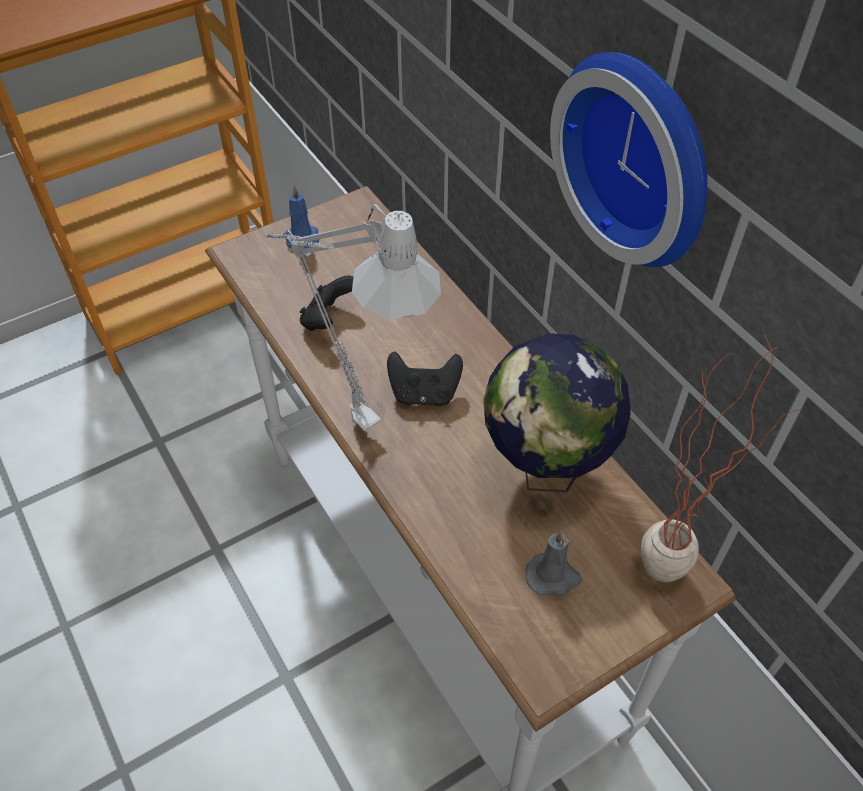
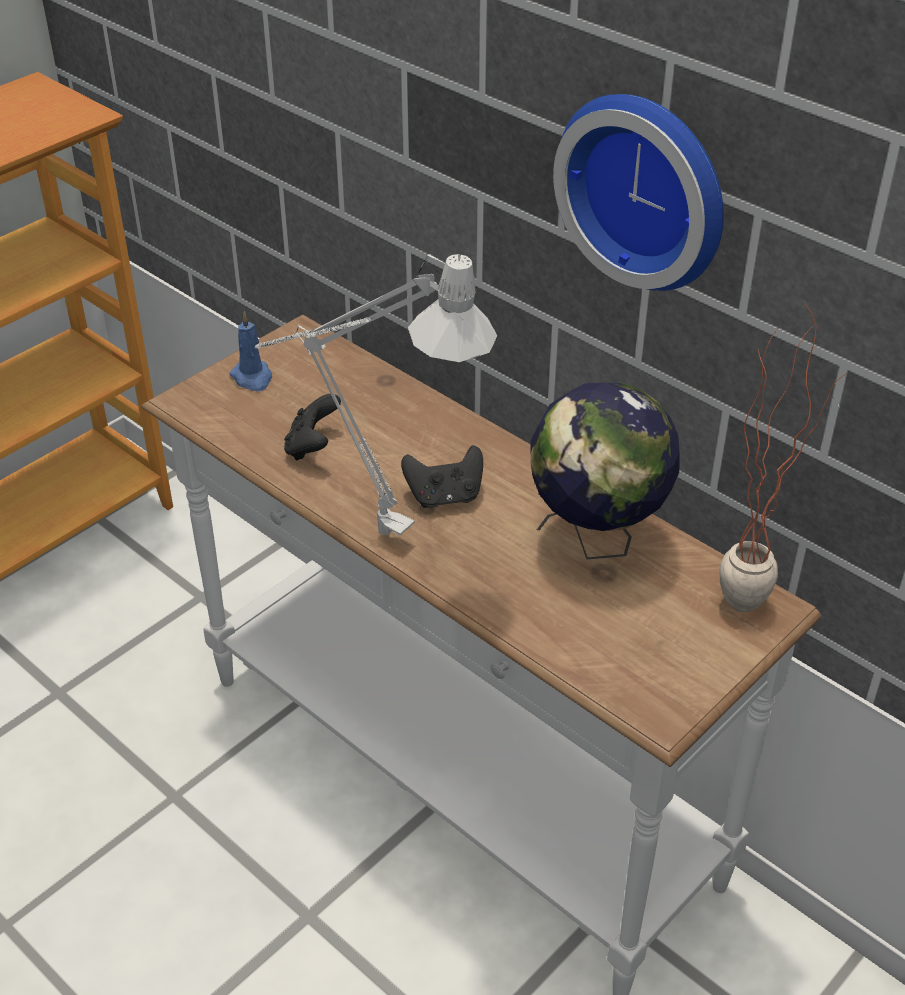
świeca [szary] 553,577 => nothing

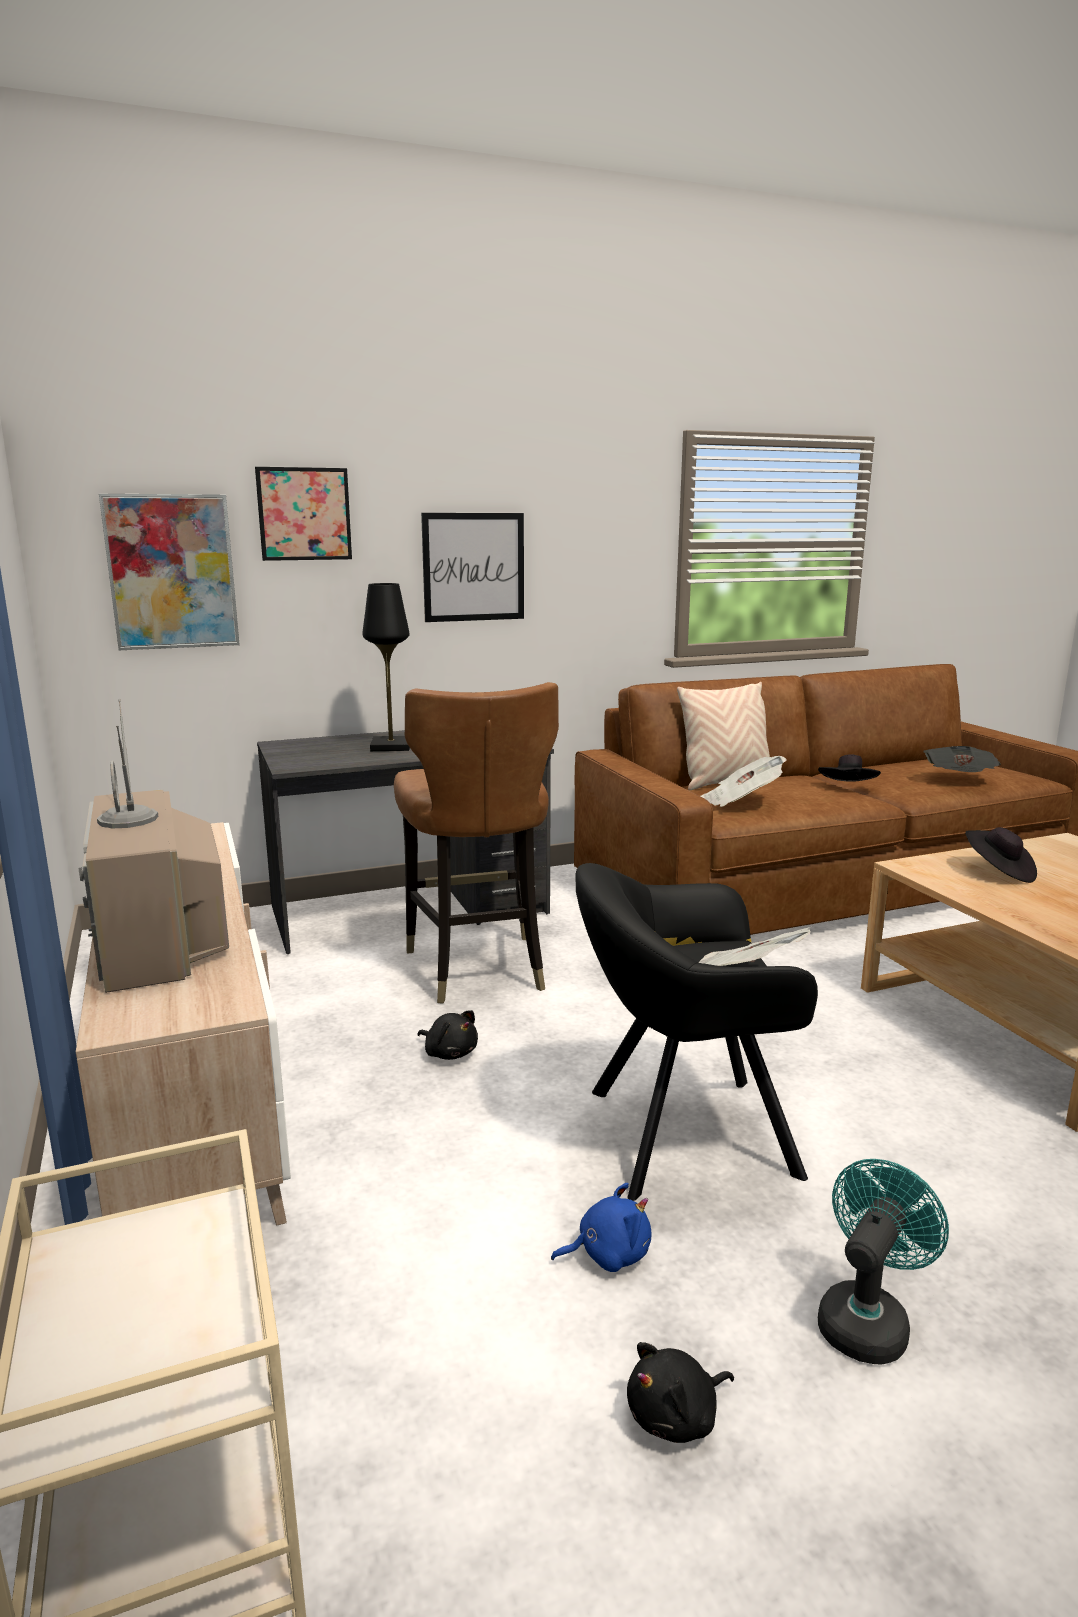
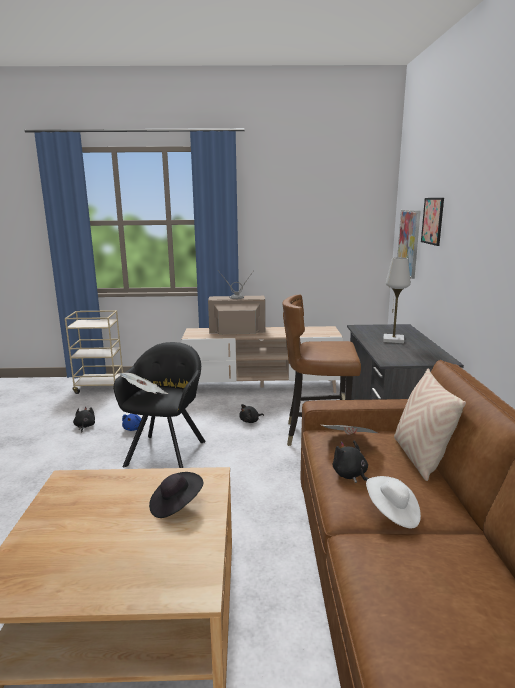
lampa stołowa [czarny] 391,746 => lampa stołowa [biały] 393,340
obraz 473,567 => nothing
kapelusz [czarny] 848,788 => kapelusz [biały] 392,513
wentylator [turkusowy] 867,1319 => nothing
gazeta 959,779 => nothing
nothing => pluszak [czarny] 351,475

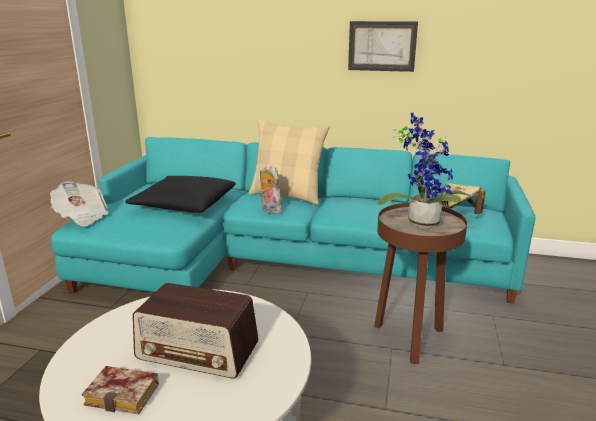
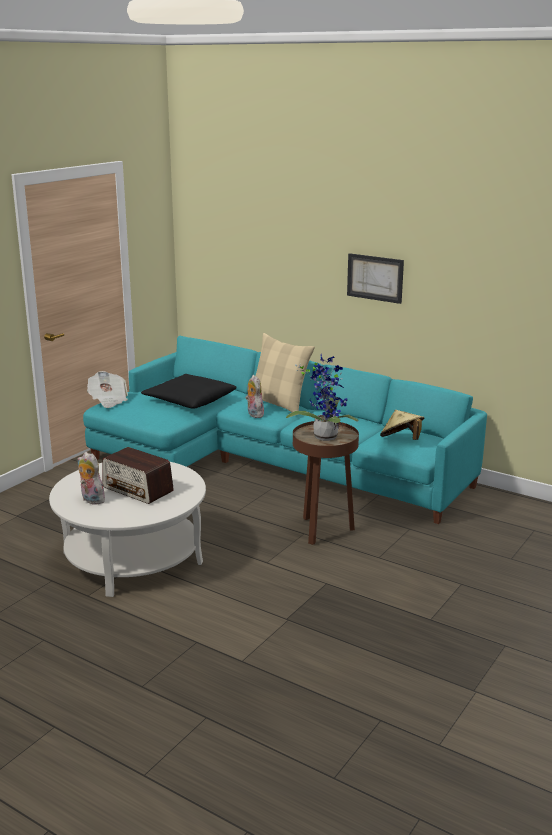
książka 126,394 => pluszak 91,500

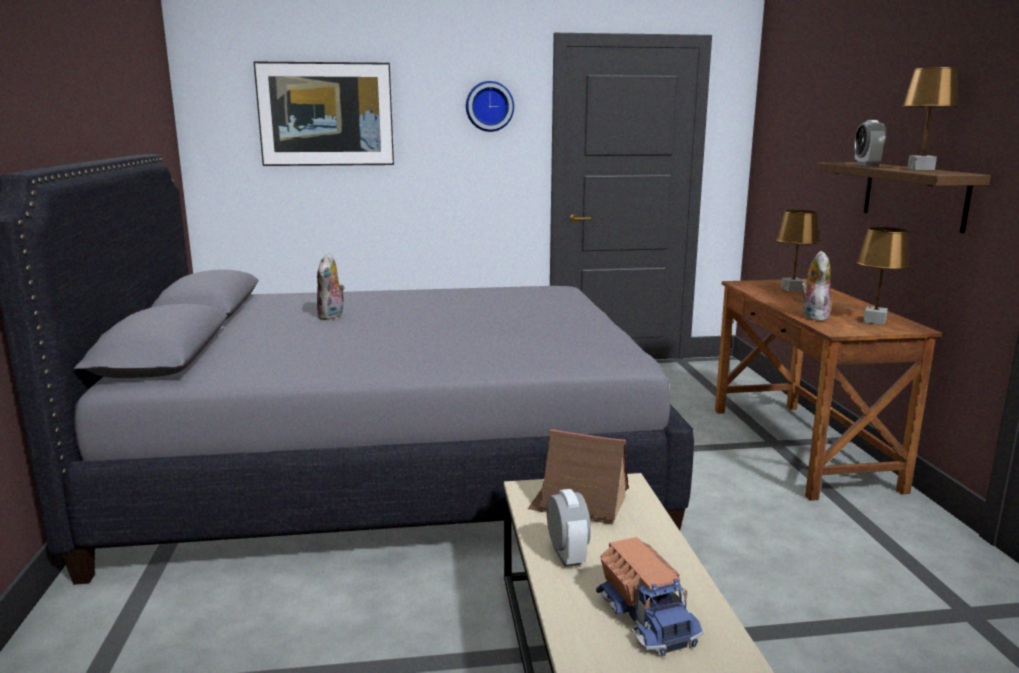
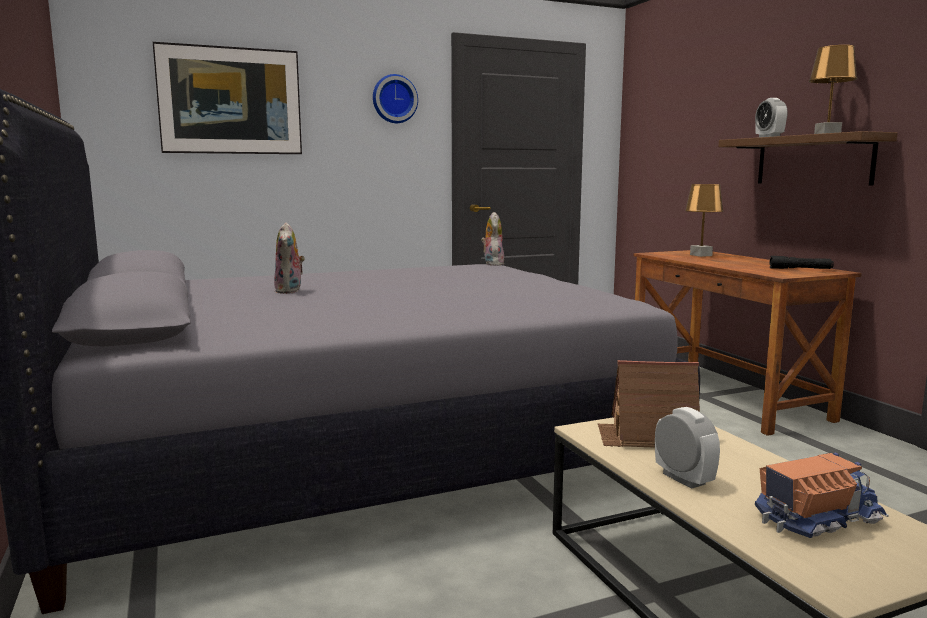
ciężarówka zabawkowa 648,617 => ciężarówka zabawkowa 816,519, 75 degrees counterclockwise
pluszak 812,316 => pluszak 492,264, move
lampa stołowa [brązowy] 875,321 => latarka [czarny] 800,269

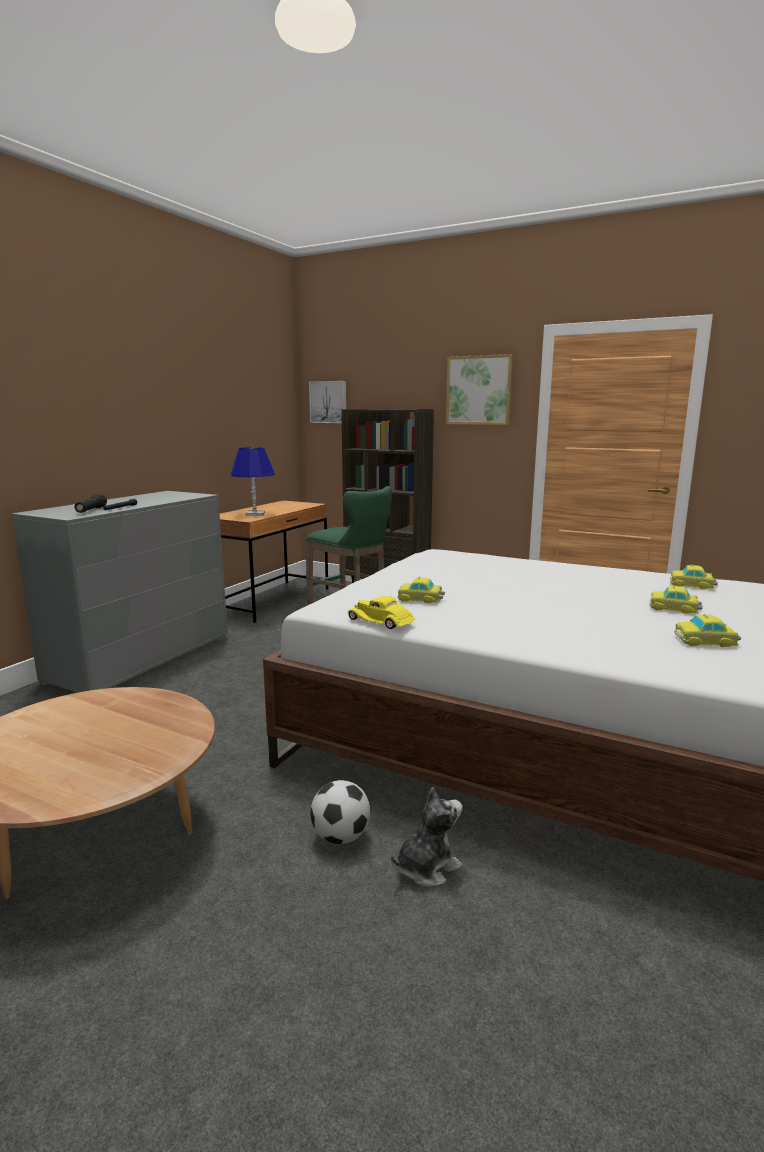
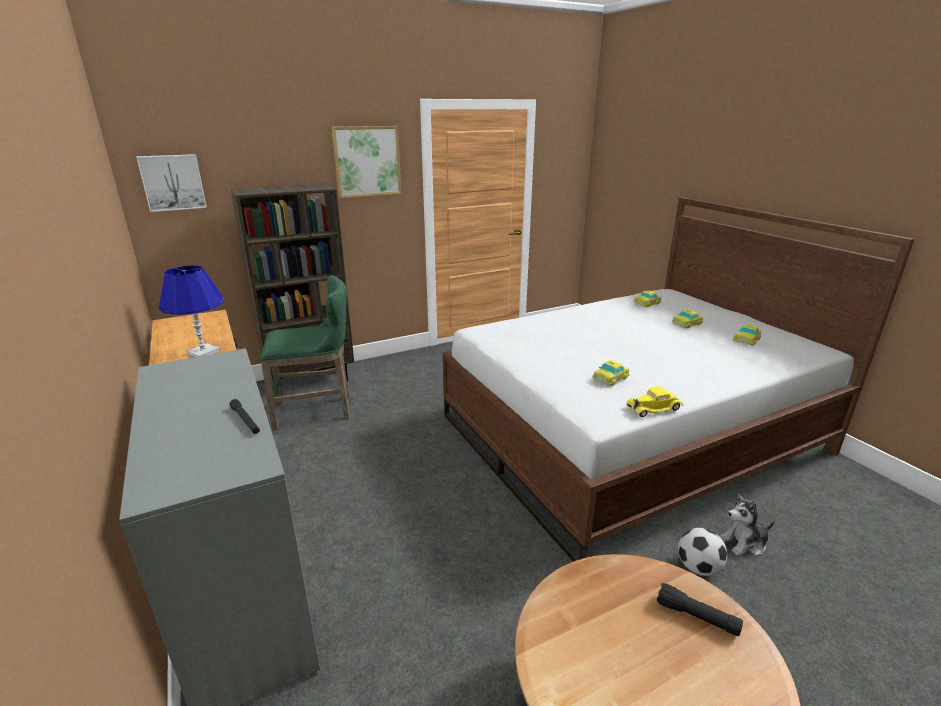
latarka [czarny] 91,510 => latarka [czarny] 697,617, move
pluszak 427,867 => pluszak 744,543, 105 degrees counterclockwise

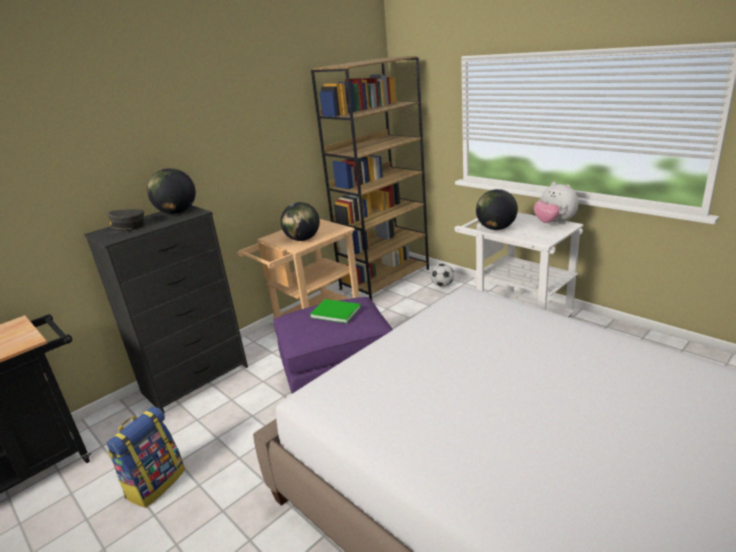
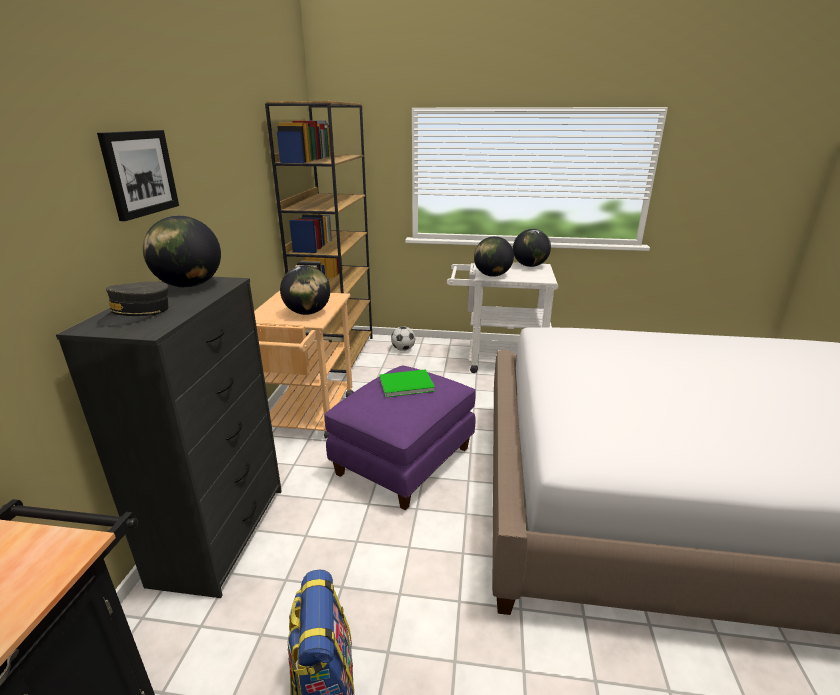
pluszak 554,223 => globus 529,266
nothing => obraz 139,173

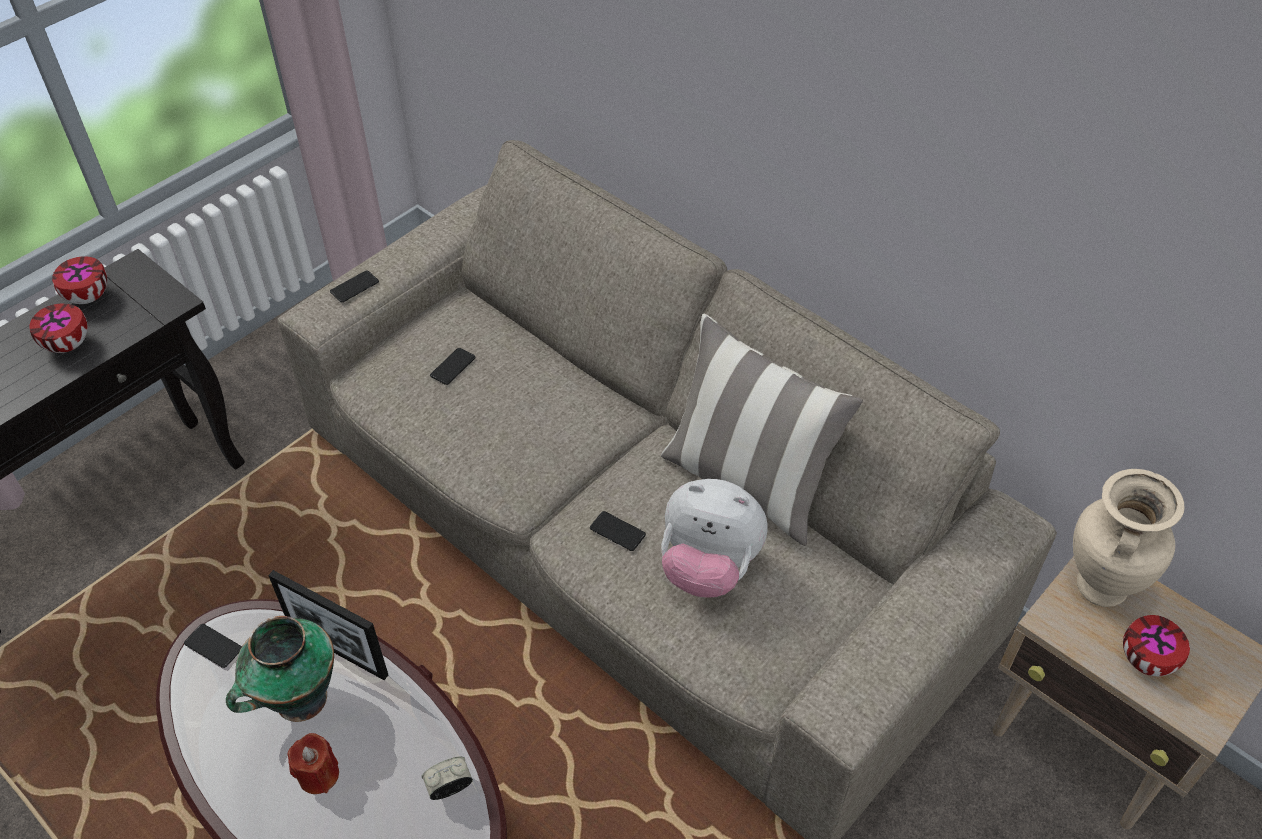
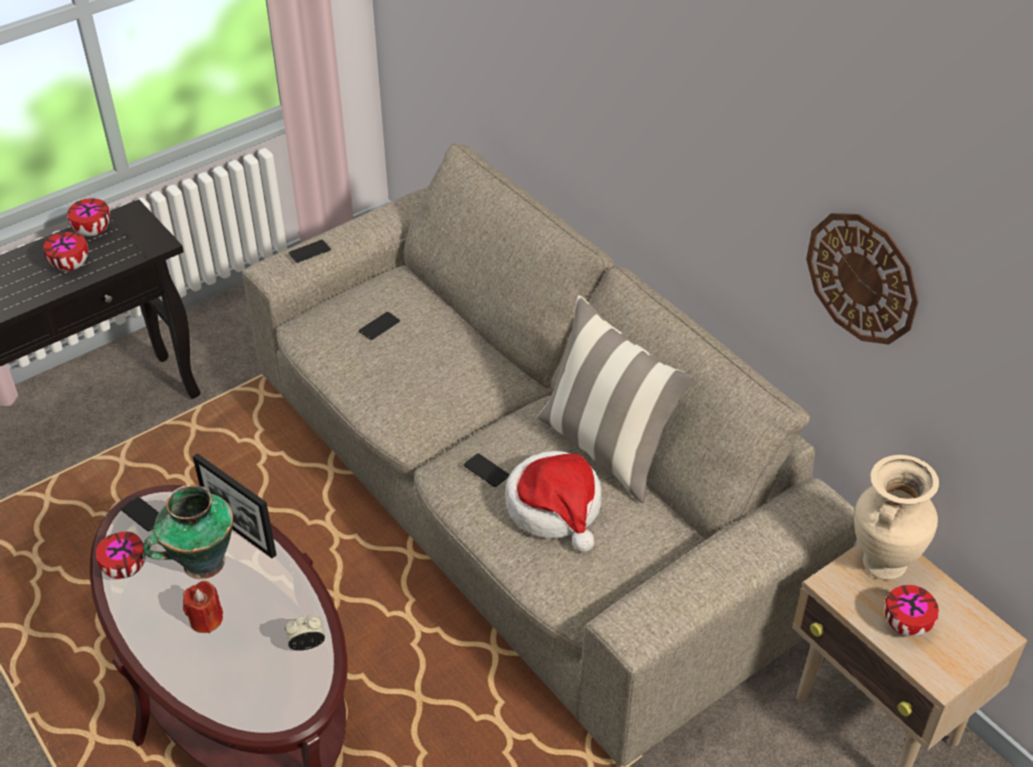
pluszak 708,567 => kapelusz 555,508
nothing => miska 124,568
nothing => zegar ścienny 862,277

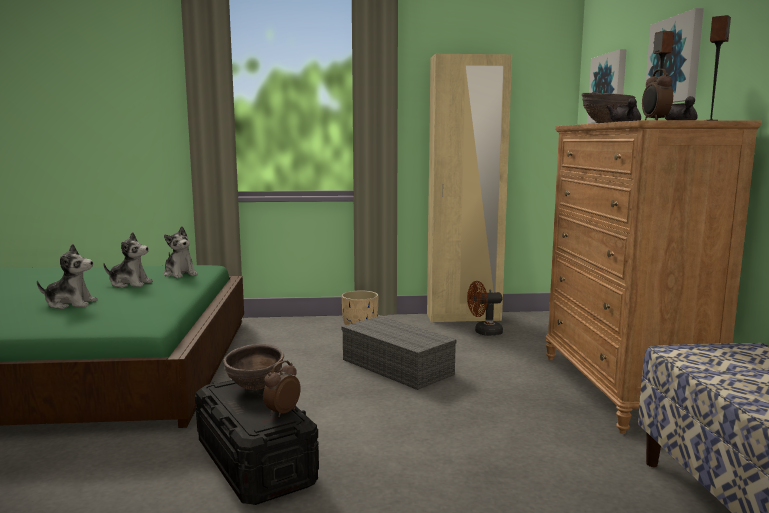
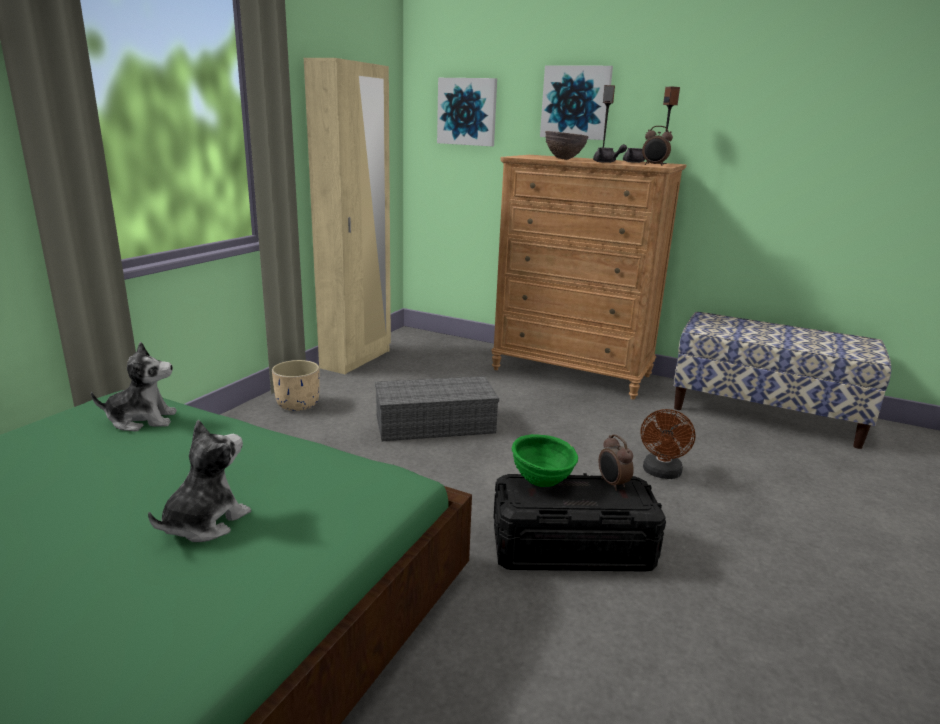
pluszak 130,284 => nothing
miska [brązowy] 255,388 => miska [zielony] 542,483
wentylator [brązowy] 484,332 => wentylator [brązowy] 661,473, move

